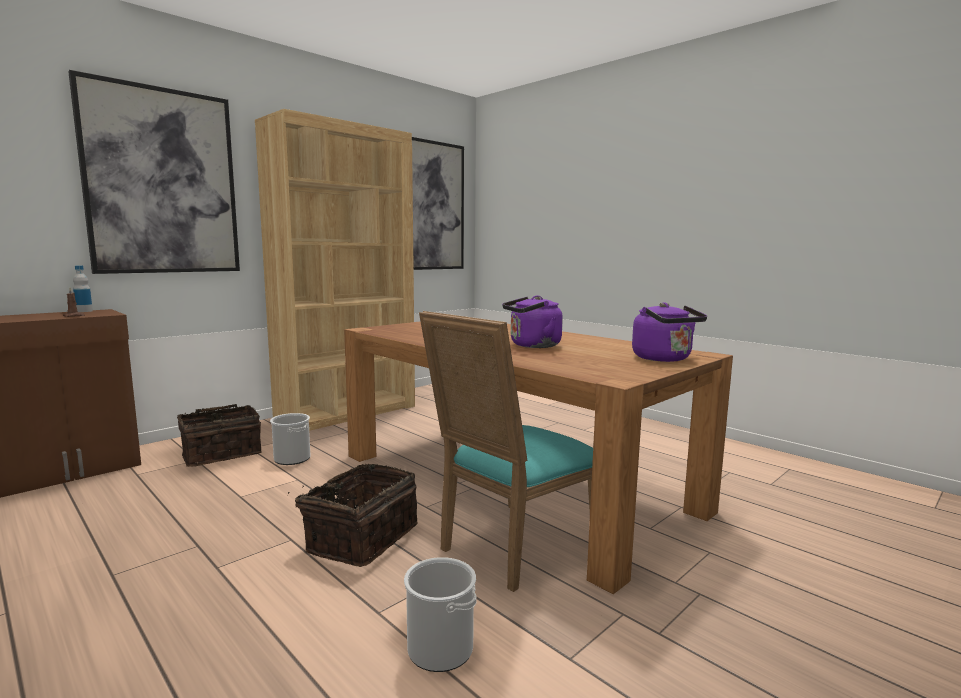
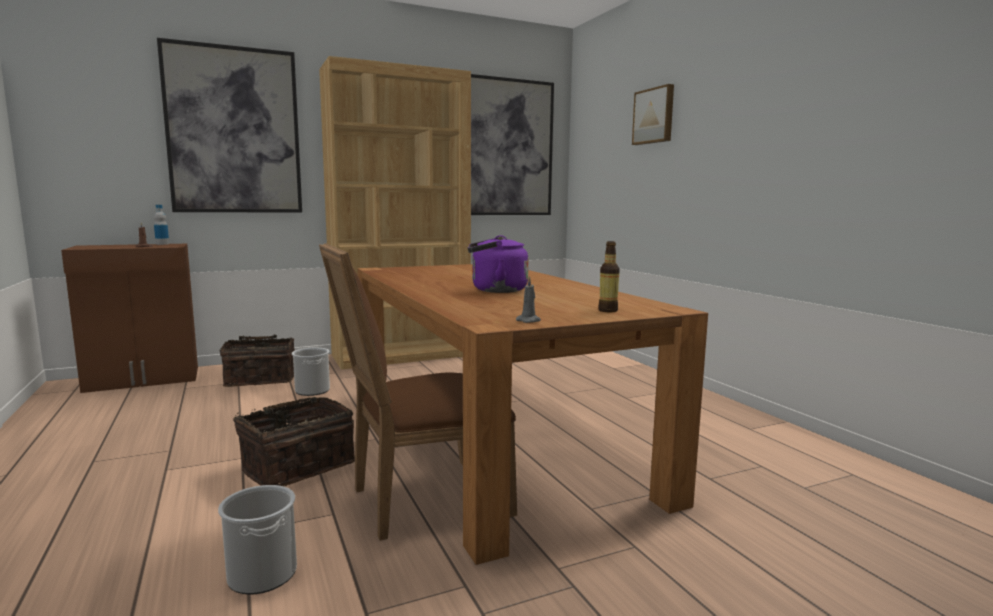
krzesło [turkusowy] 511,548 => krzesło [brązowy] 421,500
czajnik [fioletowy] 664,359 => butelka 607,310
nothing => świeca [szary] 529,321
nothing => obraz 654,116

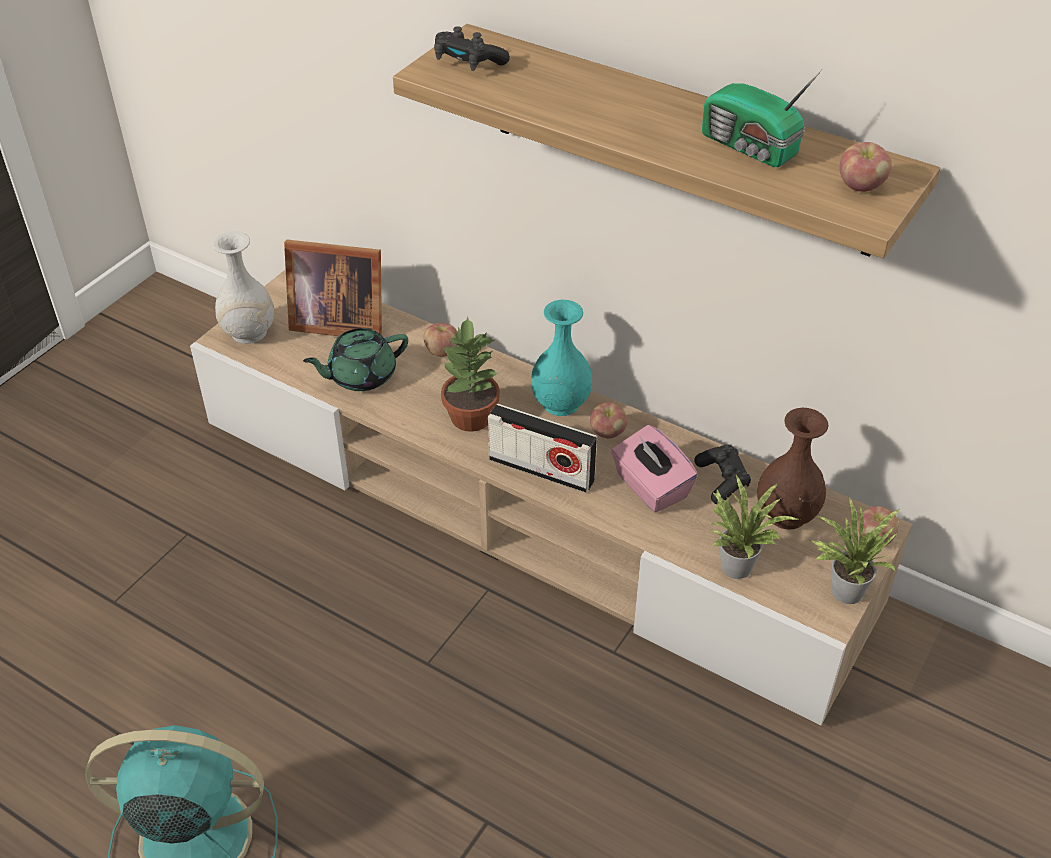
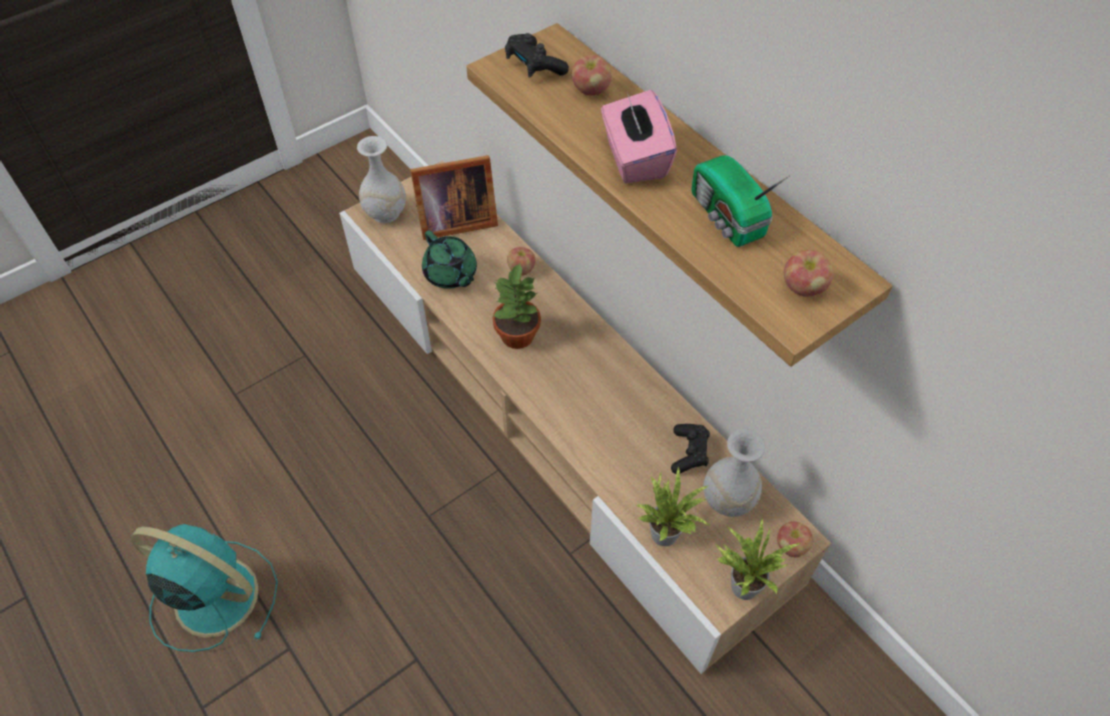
ramka na zdjęcie 336,321 => ramka na zdjęcie 454,221, 45 degrees counterclockwise
imbryk [zielony] 361,376 => imbryk [zielony] 451,274, 120 degrees counterclockwise
radio 541,469 => nothing
wazon [turkusowy] 560,403 => nothing
jabłko 607,432 => jabłko 591,90, move
pudełko chusteczek [różowy] 650,487 => pudełko chusteczek [różowy] 634,158, move
wazon [brązowy] 785,515 => wazon [biały] 727,500

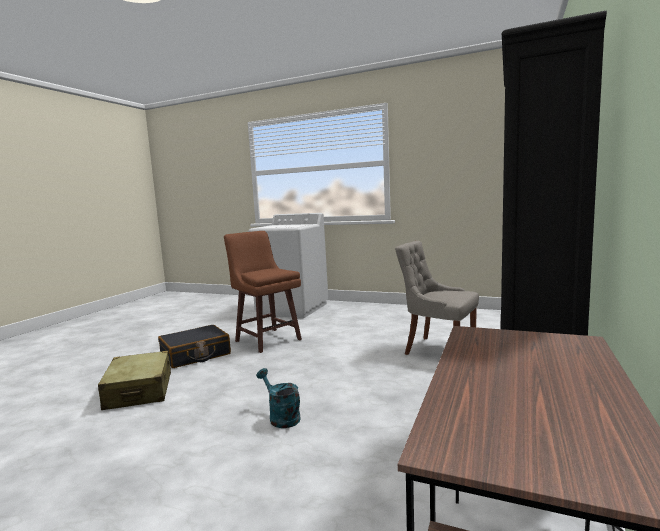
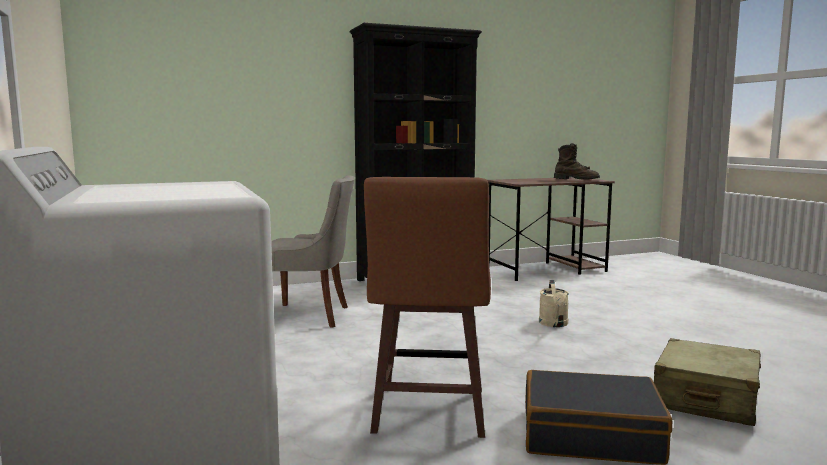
konewka [turkusowy] 281,417 => konewka [beżowy] 554,324
krzesło [szary] 438,349 => krzesło [szary] 309,316, 75 degrees counterclockwise
nothing => but z cholewką [brązowy] 576,179

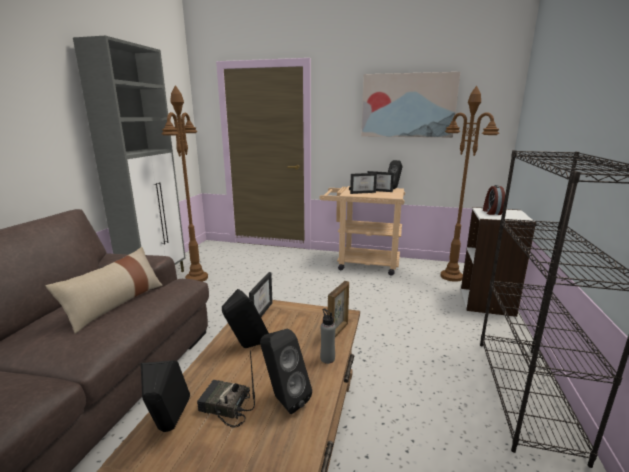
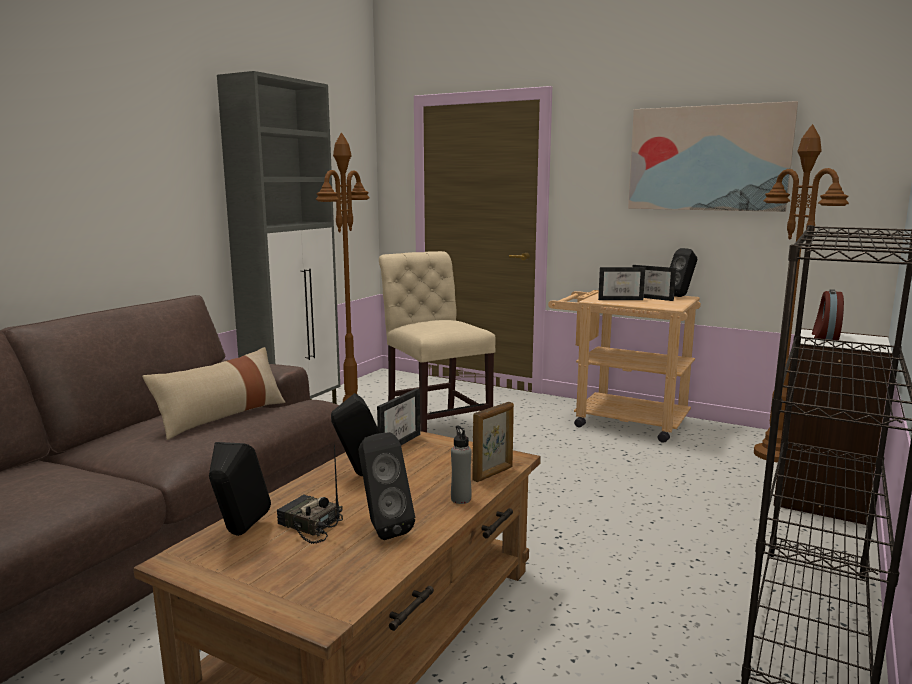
nothing => krzesło [beżowy] 436,429

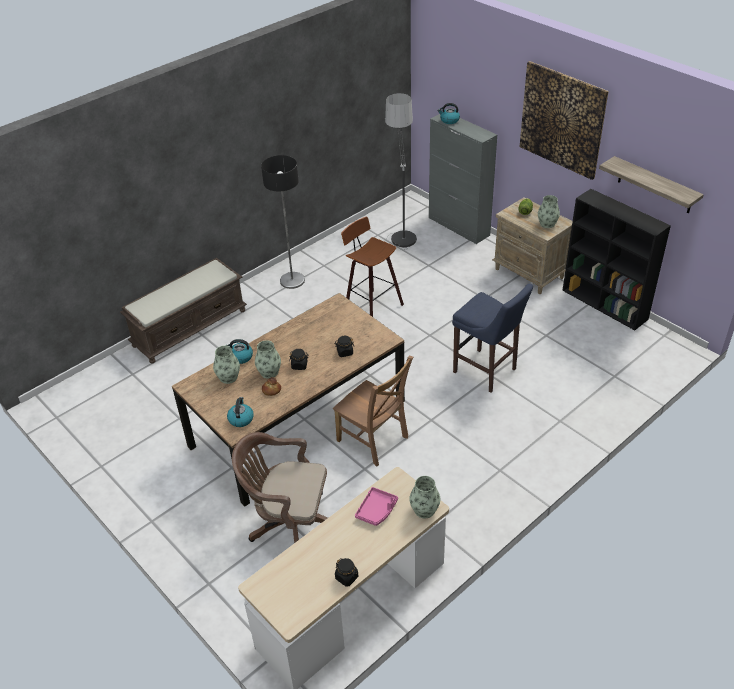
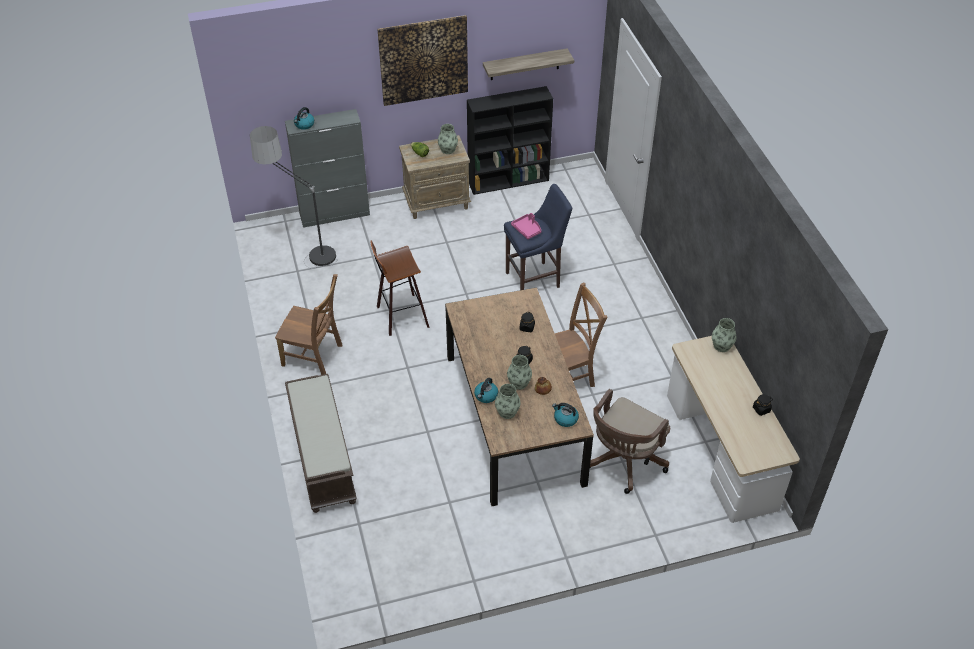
lampa stojąca 292,281 => krzesło [brązowy] 314,356
taca [różowy] 377,510 => taca [różowy] 527,229, move

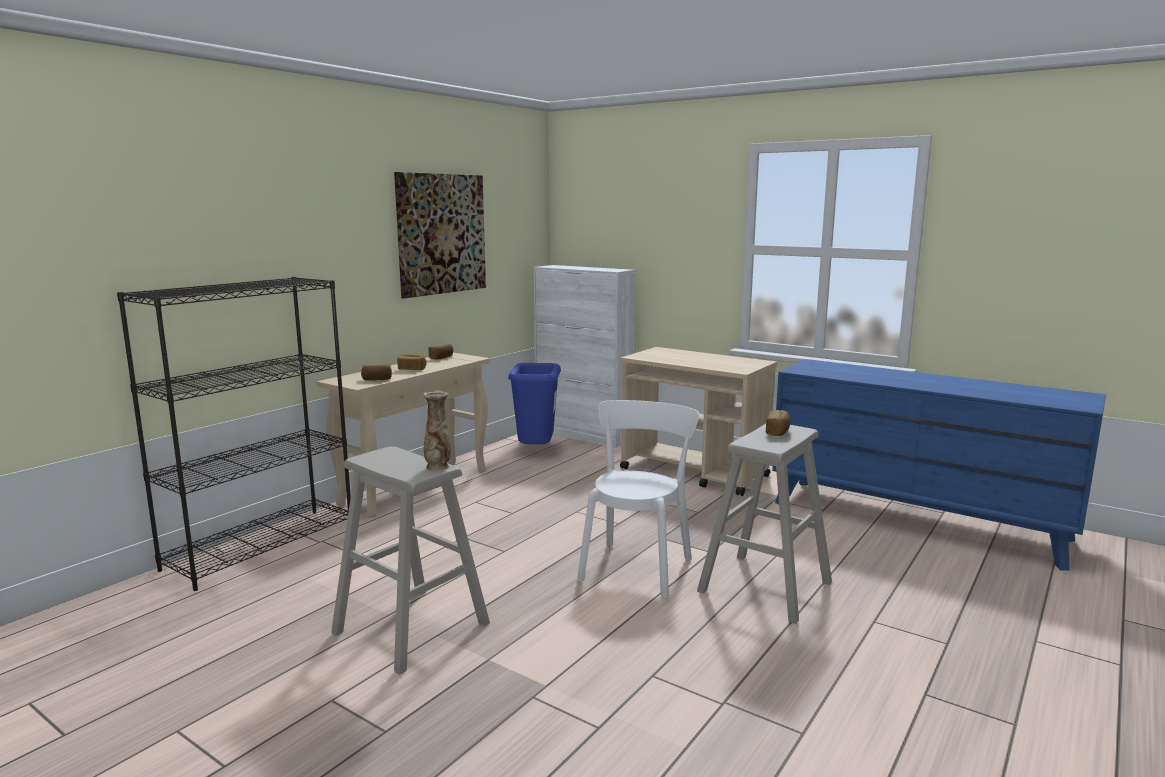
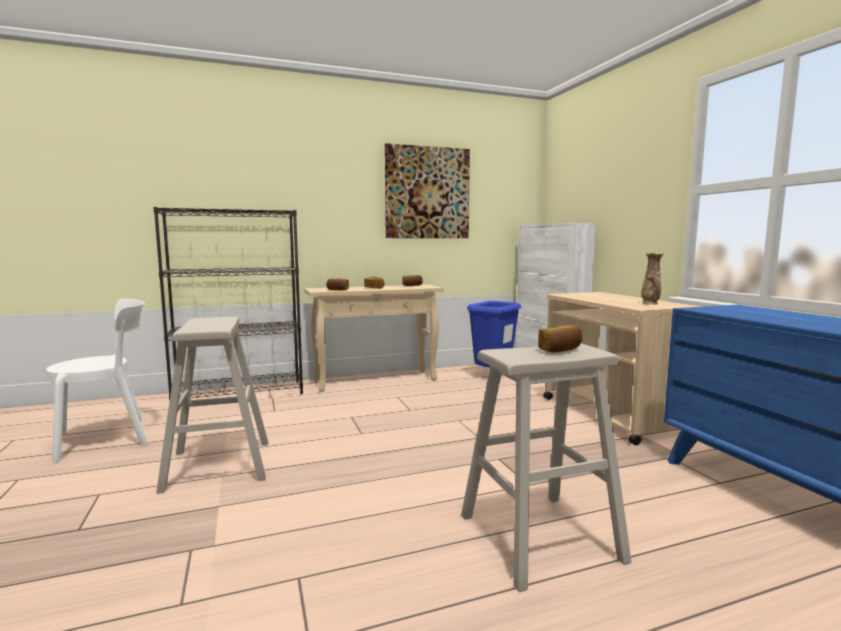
wazon 438,467 => wazon 650,303, move
krzesło [biały] 637,566 => krzesło [biały] 109,438, move

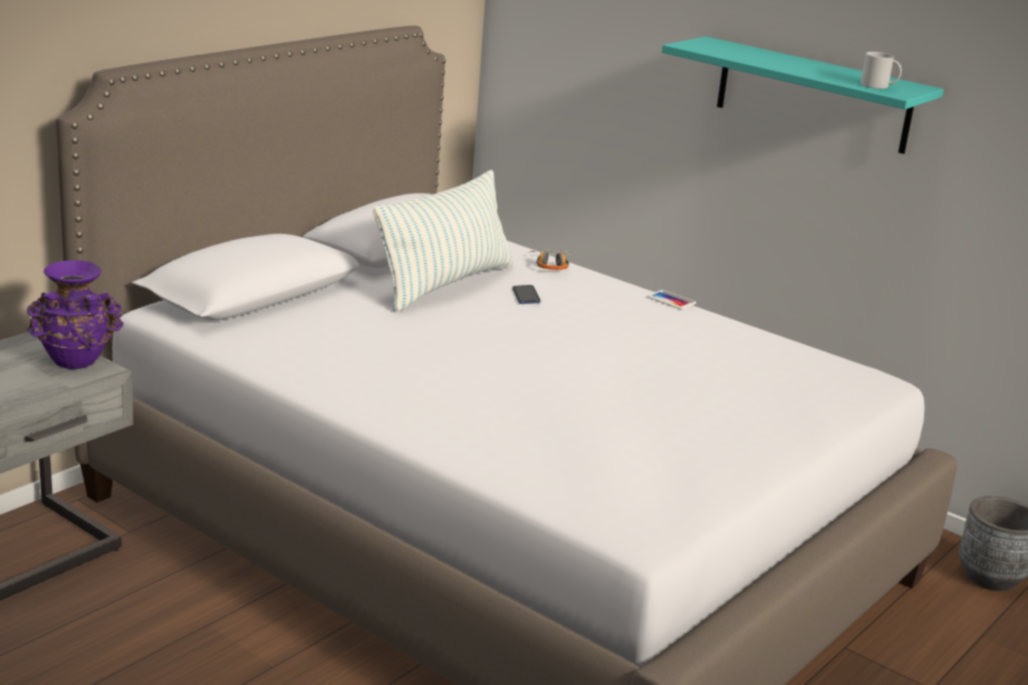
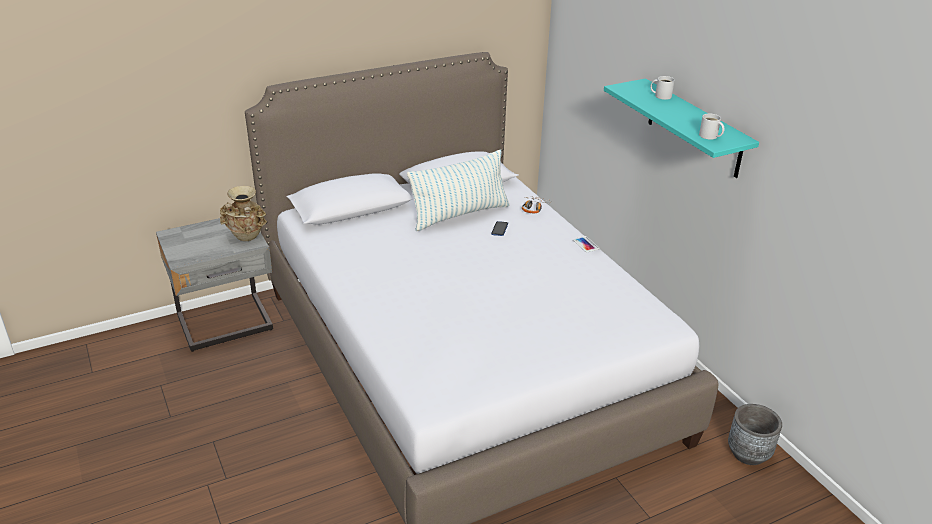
wazon [fioletowy] 76,363 => wazon [beżowy] 247,237
nothing => kubek [biały] 661,96

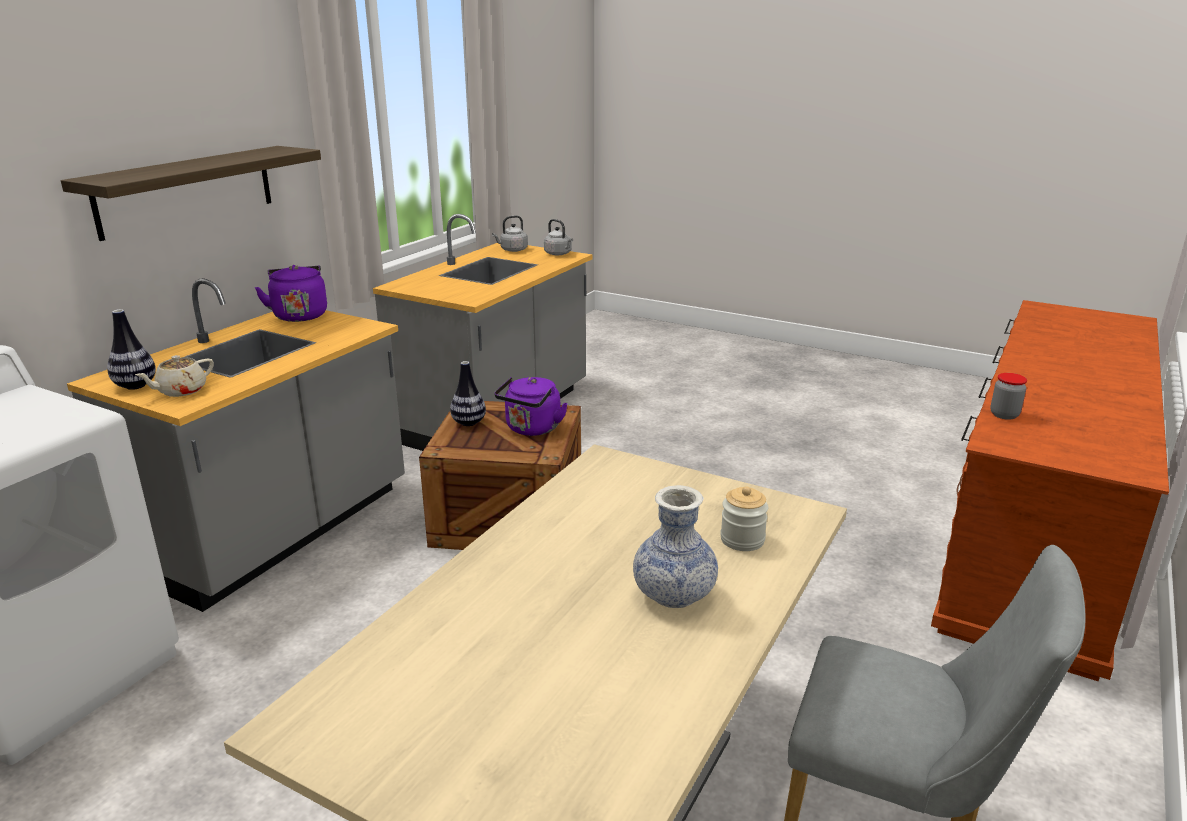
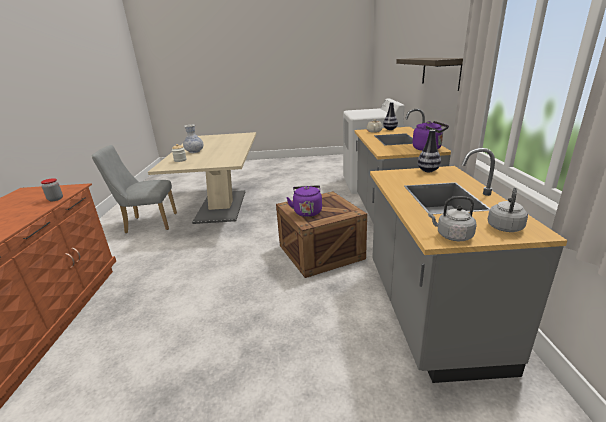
wazon 468,423 => wazon 428,171, move

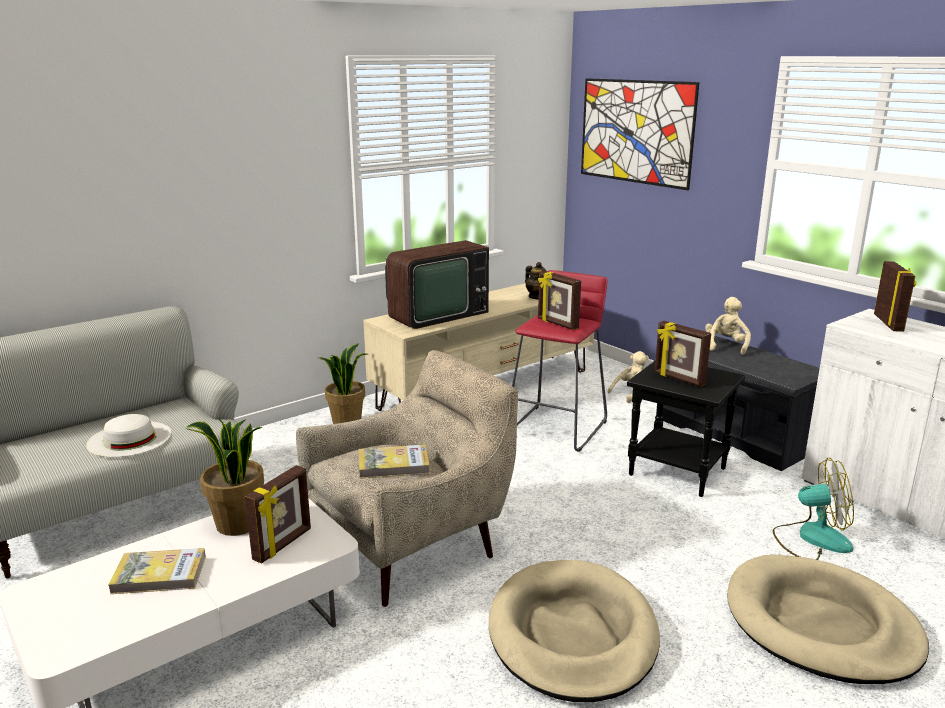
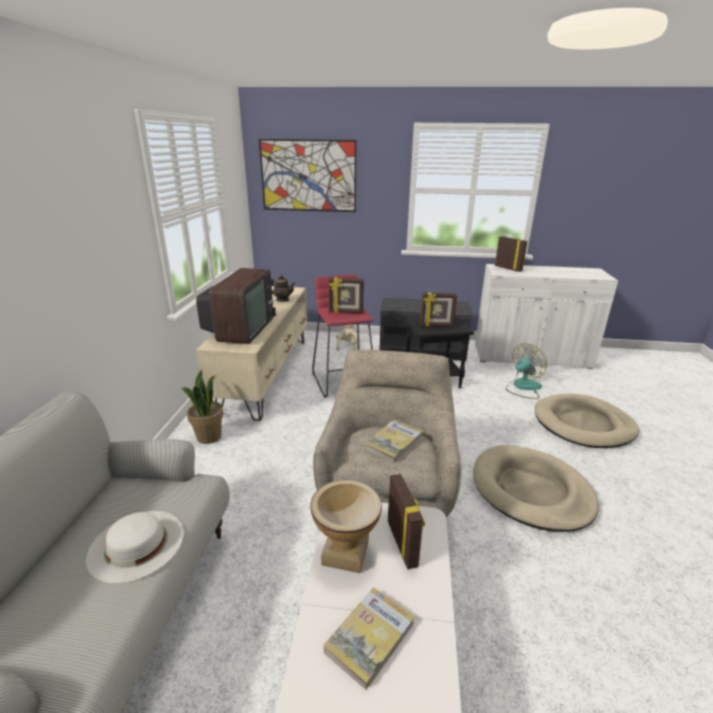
roślina doniczkowa 237,525 => wazon 346,552
pluszak [beżowy] 726,346 => nothing

